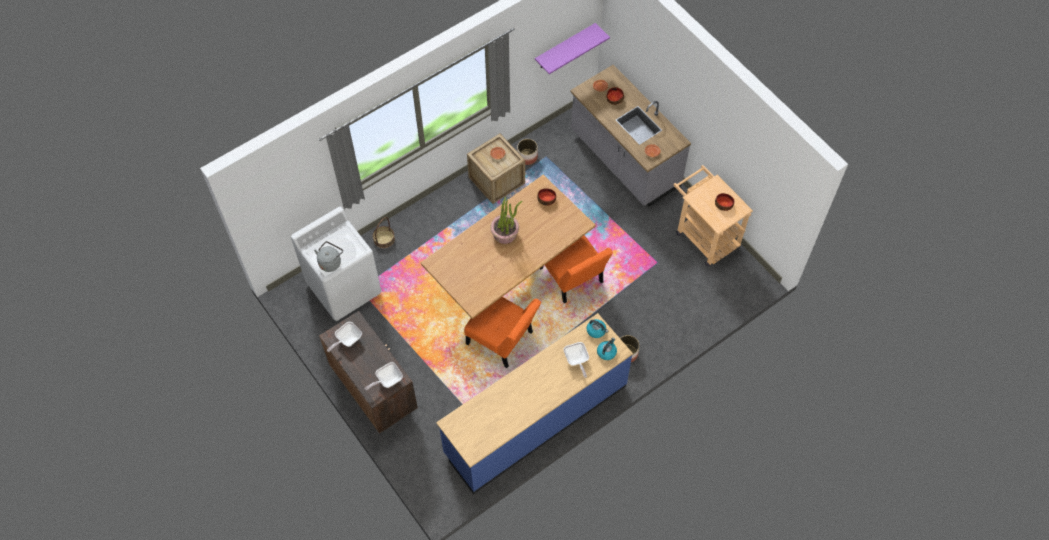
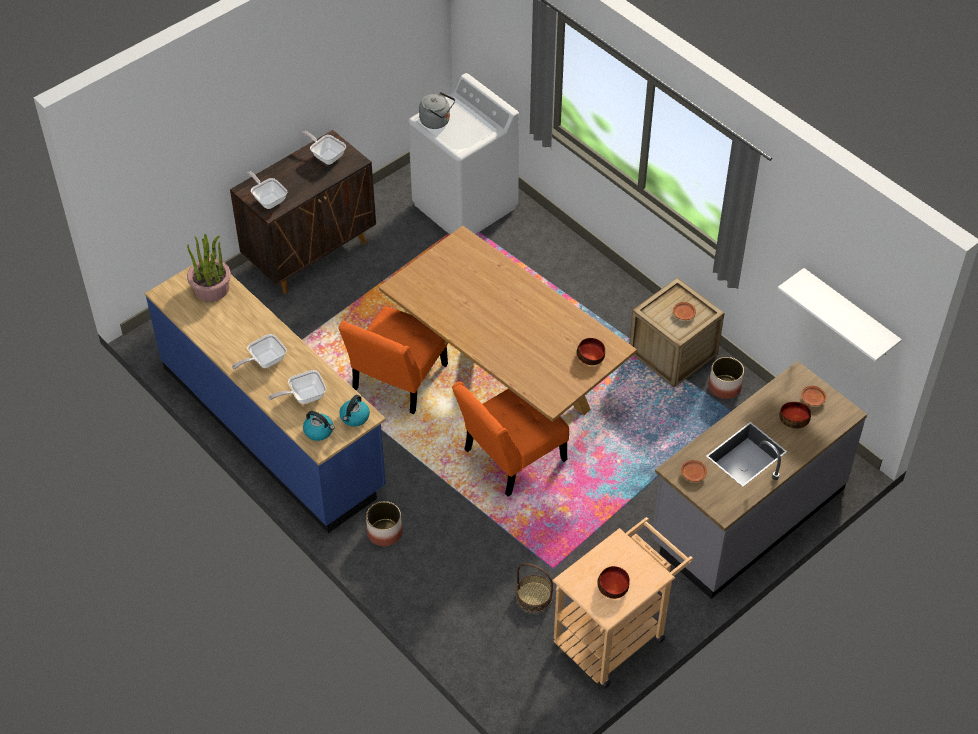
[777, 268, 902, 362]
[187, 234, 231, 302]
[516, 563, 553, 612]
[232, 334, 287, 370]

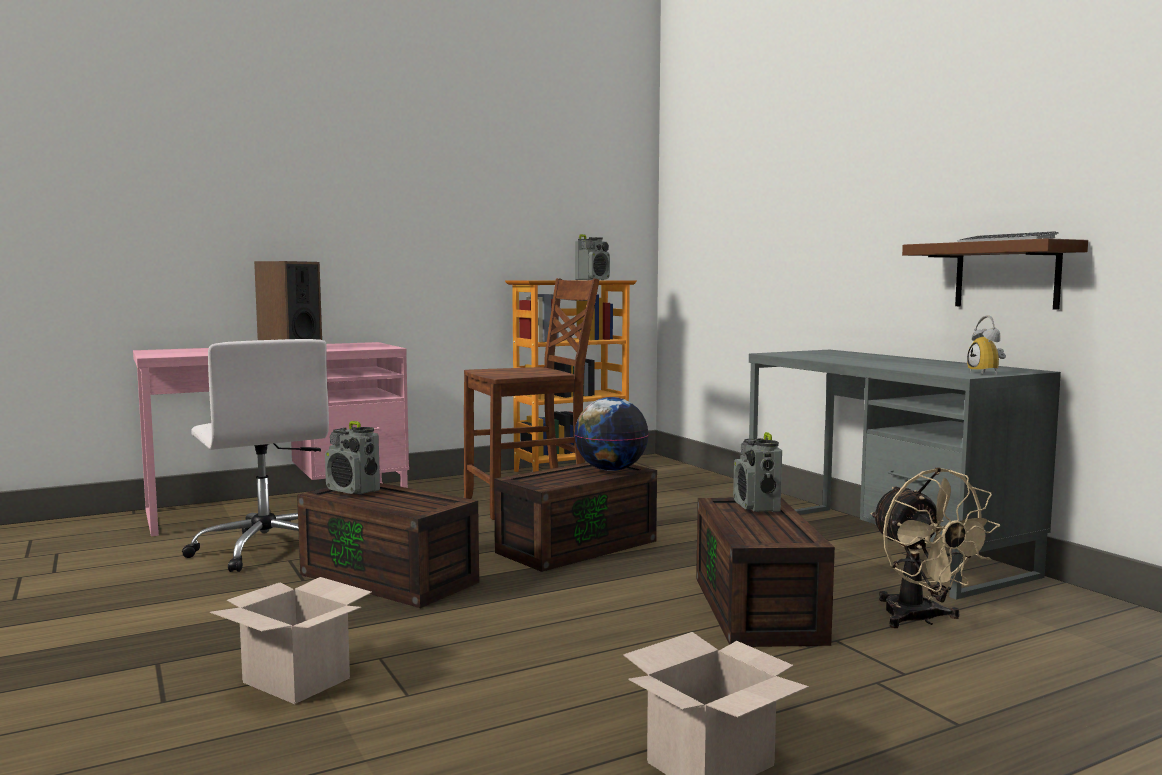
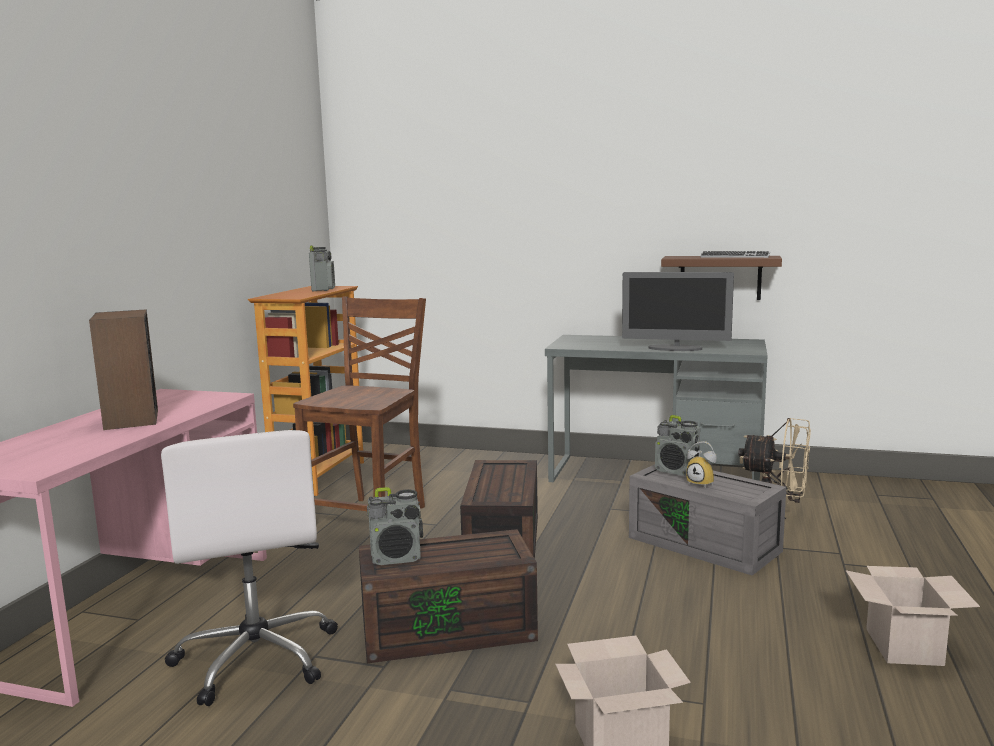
[686, 441, 717, 487]
[161, 430, 338, 706]
[574, 397, 649, 471] (first image)
[629, 464, 786, 576]
[622, 272, 734, 351]

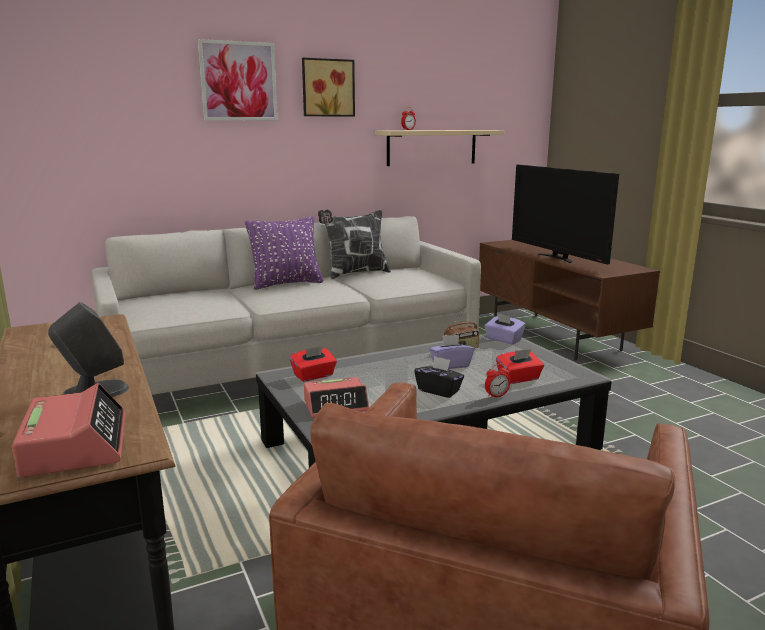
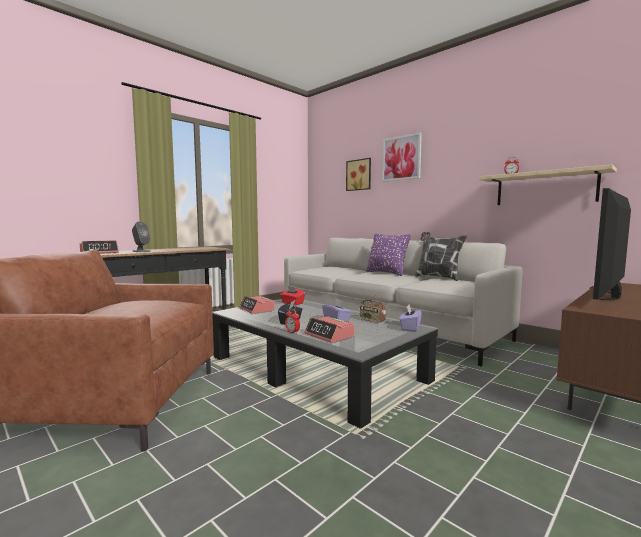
[346, 158, 371, 191]
[304, 317, 355, 343]

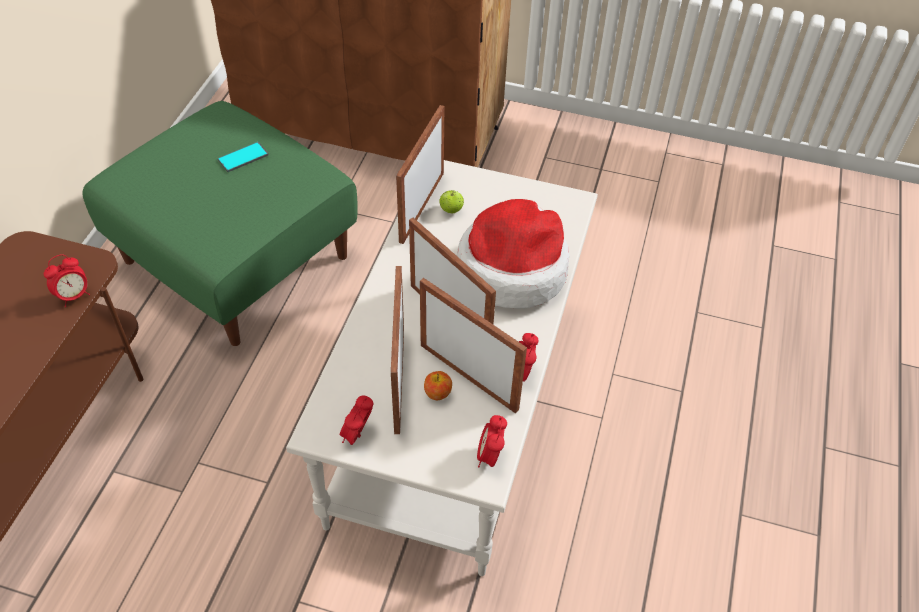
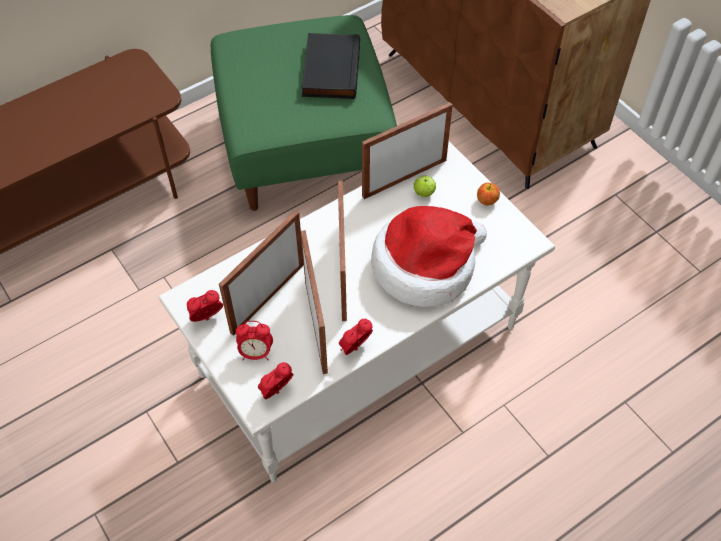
[301, 33, 360, 99]
[236, 321, 273, 361]
[477, 183, 500, 206]

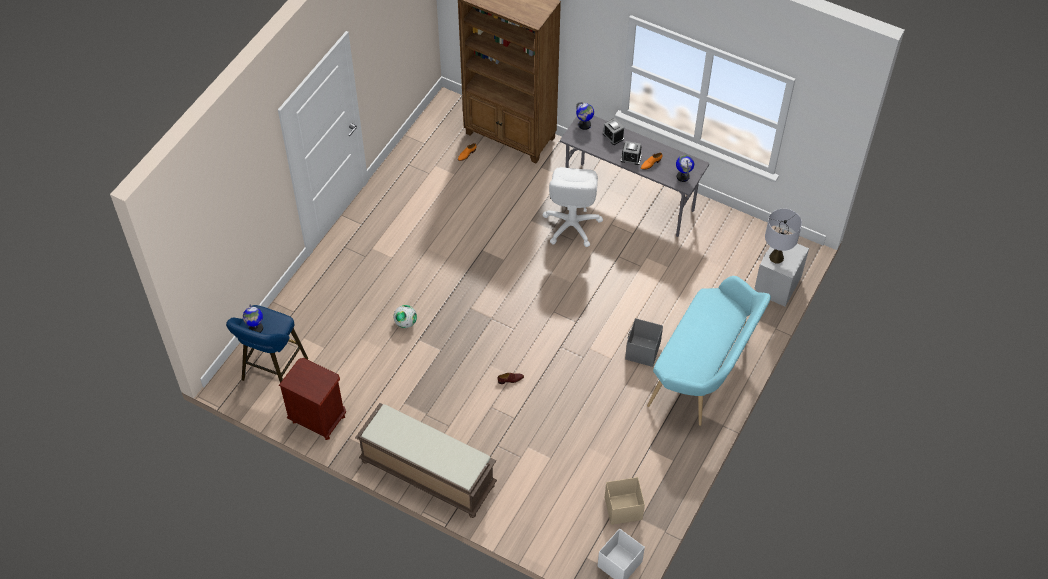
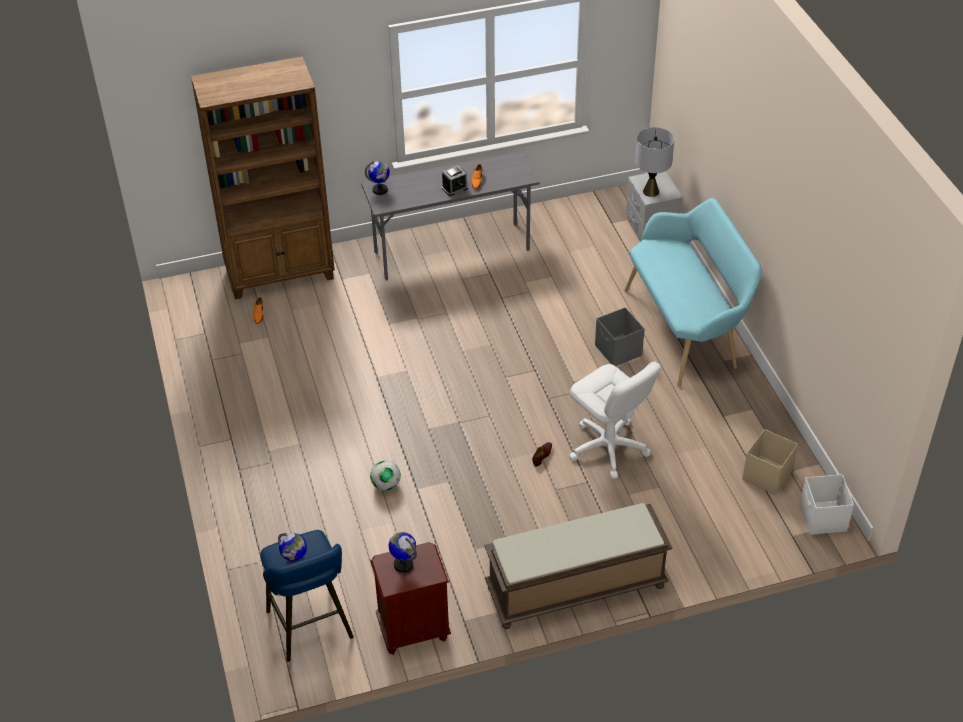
[603, 118, 624, 145] (first image)
[389, 532, 417, 572]
[569, 361, 662, 479]

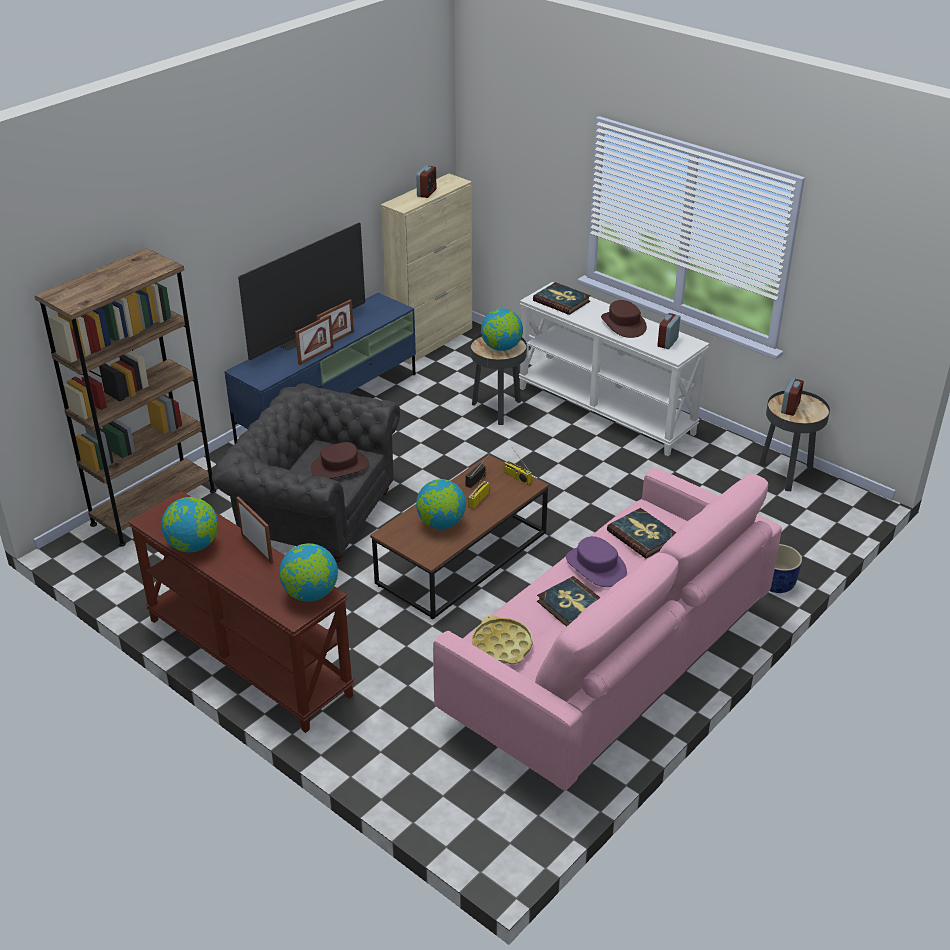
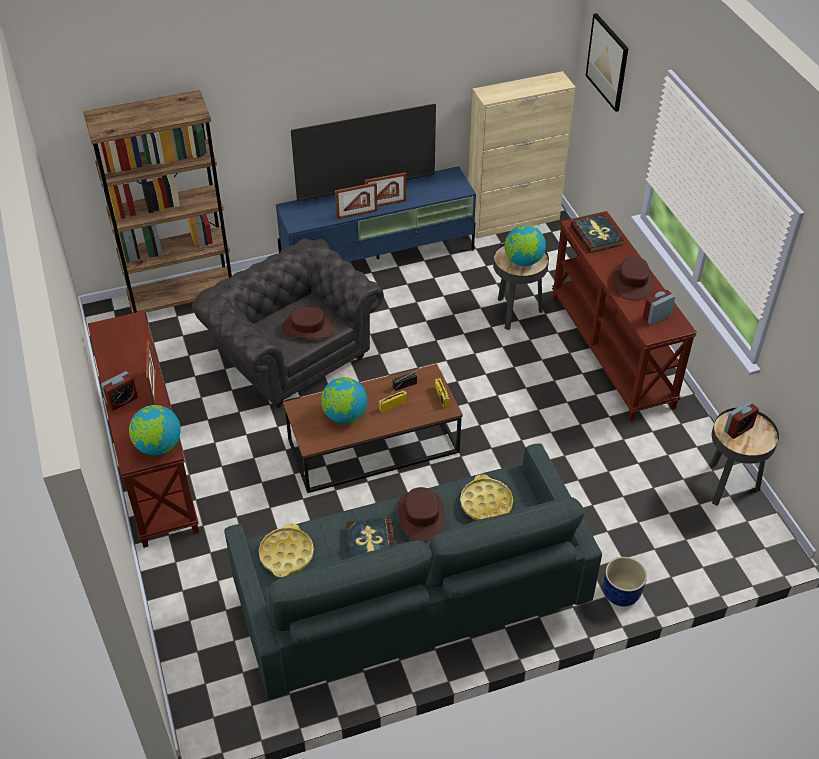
[101, 371, 138, 410]
[552, 211, 697, 421]
[224, 443, 602, 700]
[161, 497, 218, 553] (first image)
[460, 474, 513, 520]
[398, 487, 445, 542]
[586, 13, 628, 112]

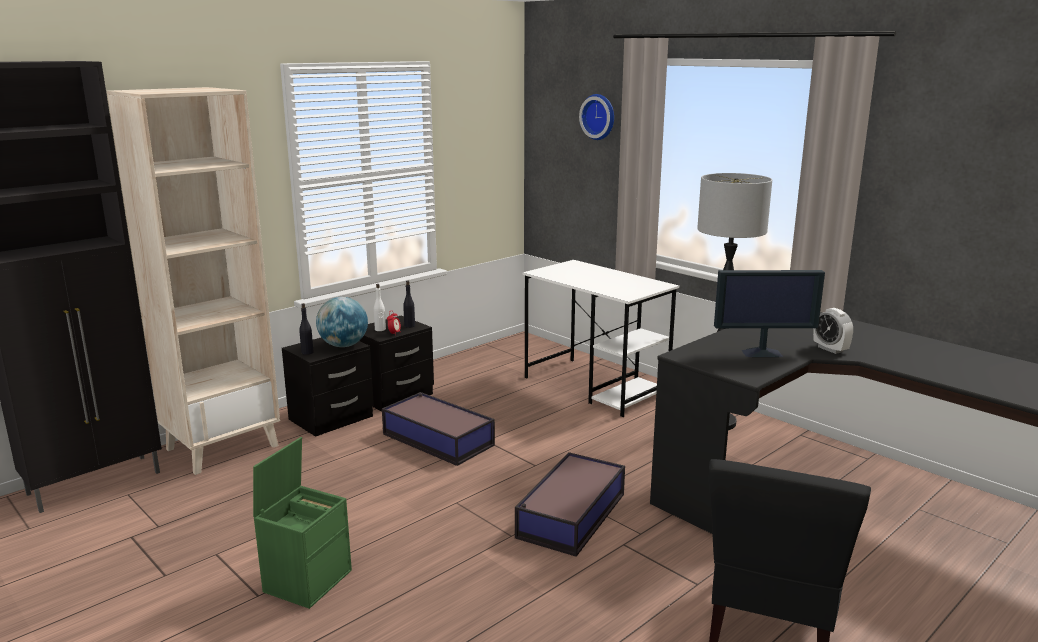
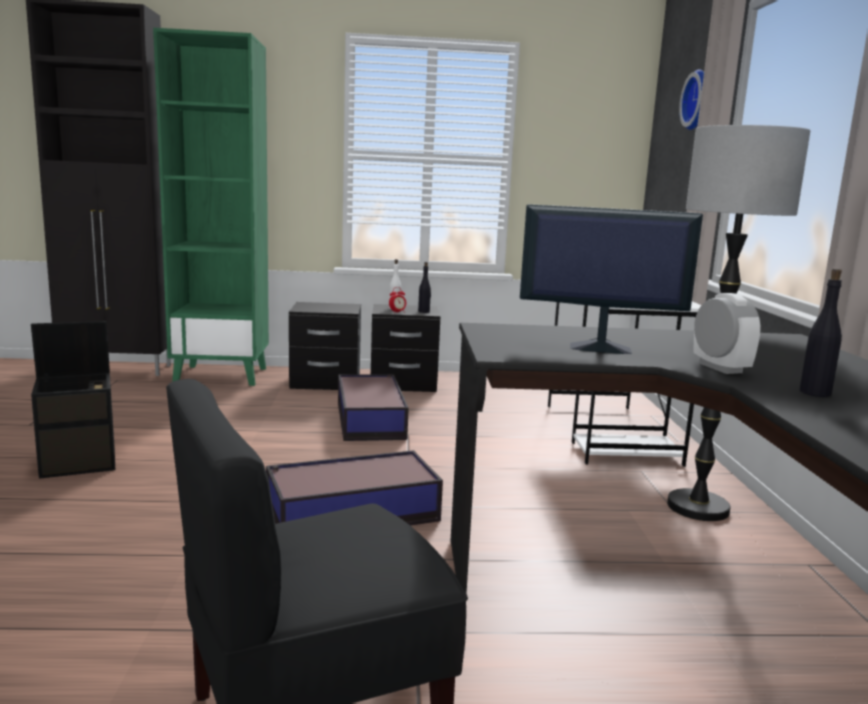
[153, 28, 269, 386]
[520, 204, 703, 354]
[316, 297, 368, 347] (first image)
[800, 268, 842, 397]
[694, 293, 761, 374]
[31, 321, 115, 479]

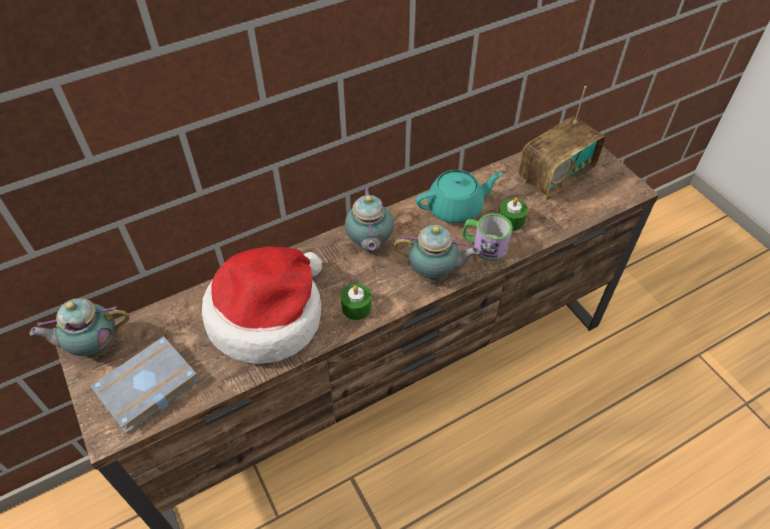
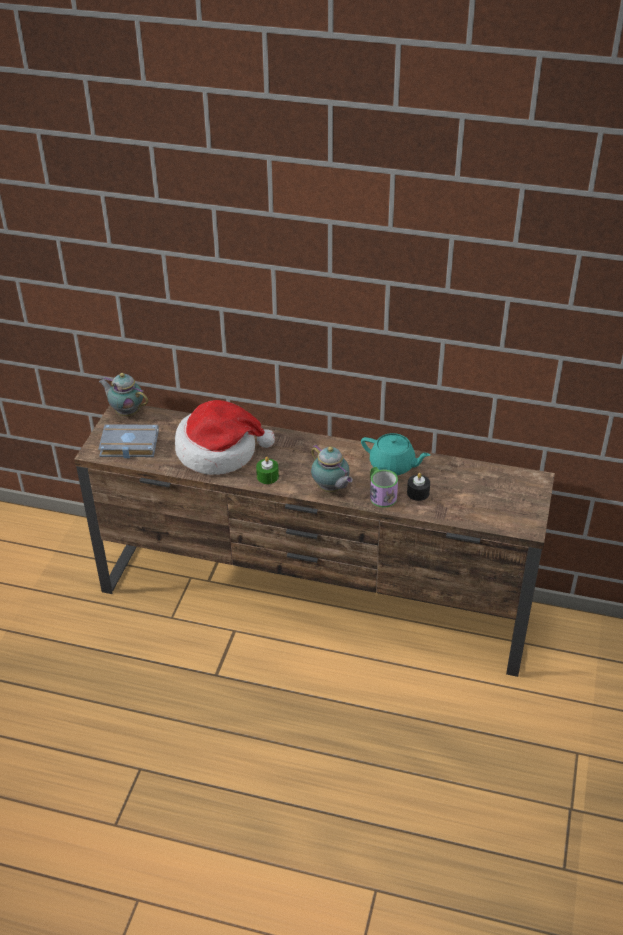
[518, 86, 605, 201] (first image)
[345, 186, 394, 253] (first image)
[407, 473, 430, 501]

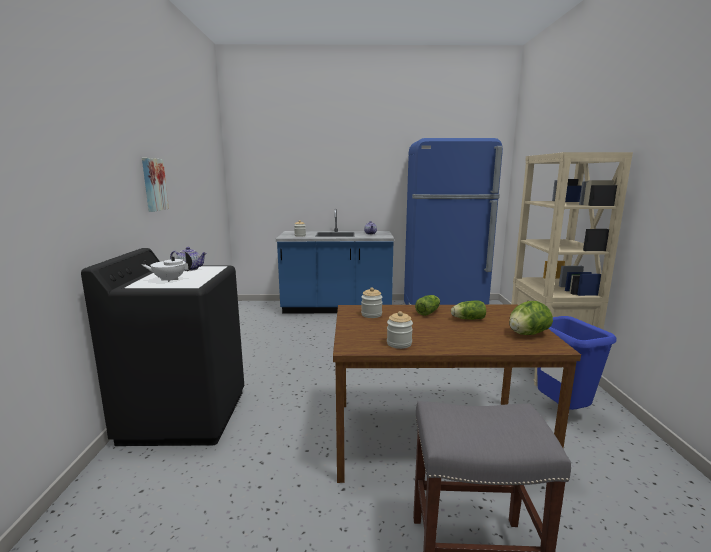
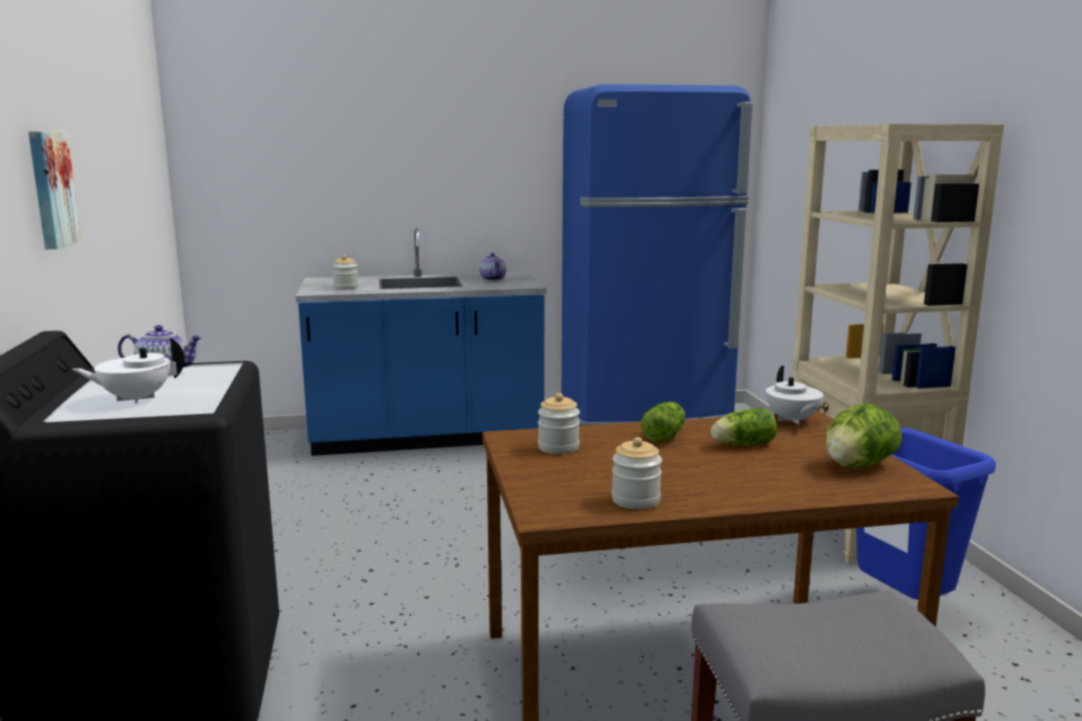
[766, 366, 823, 425]

